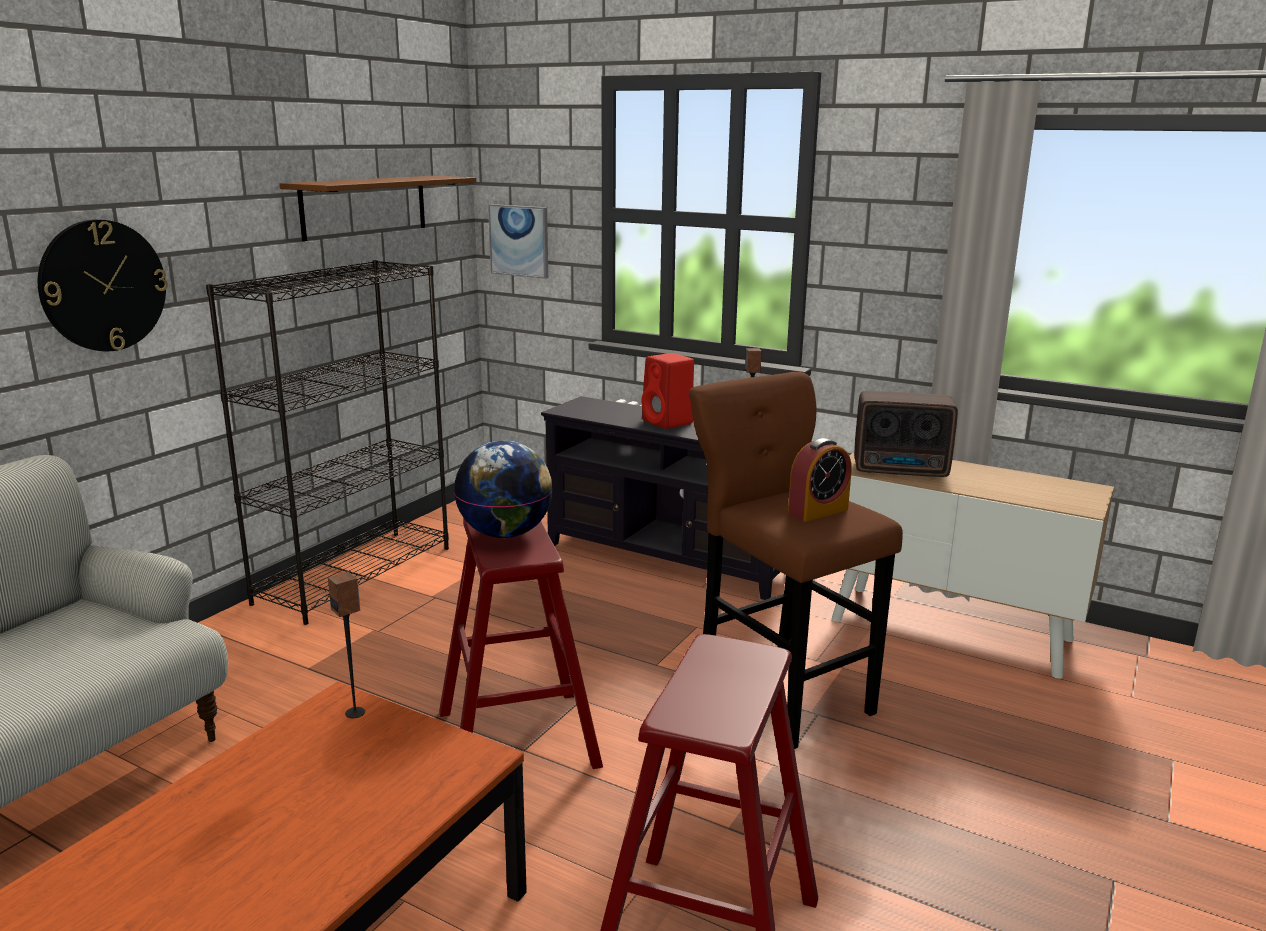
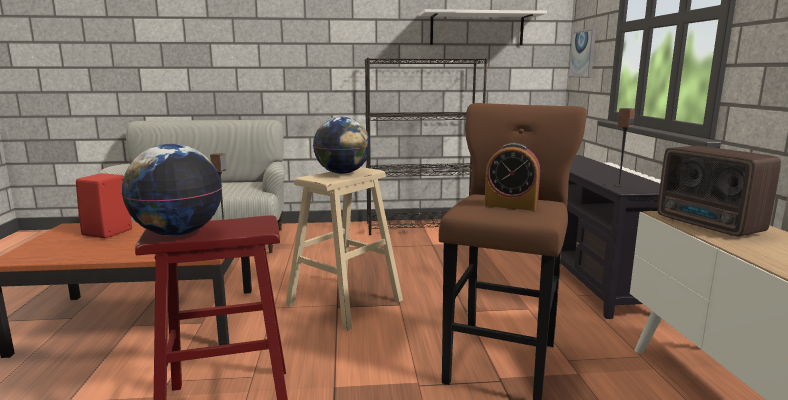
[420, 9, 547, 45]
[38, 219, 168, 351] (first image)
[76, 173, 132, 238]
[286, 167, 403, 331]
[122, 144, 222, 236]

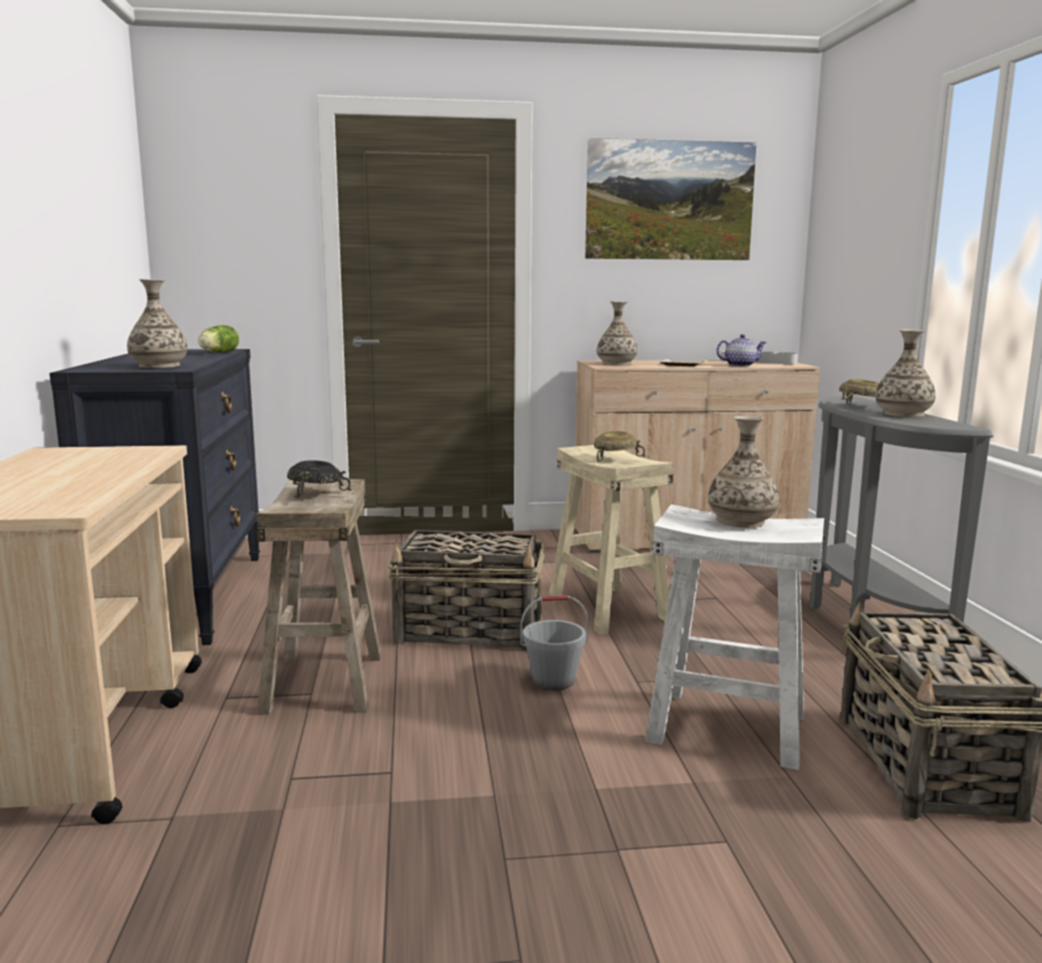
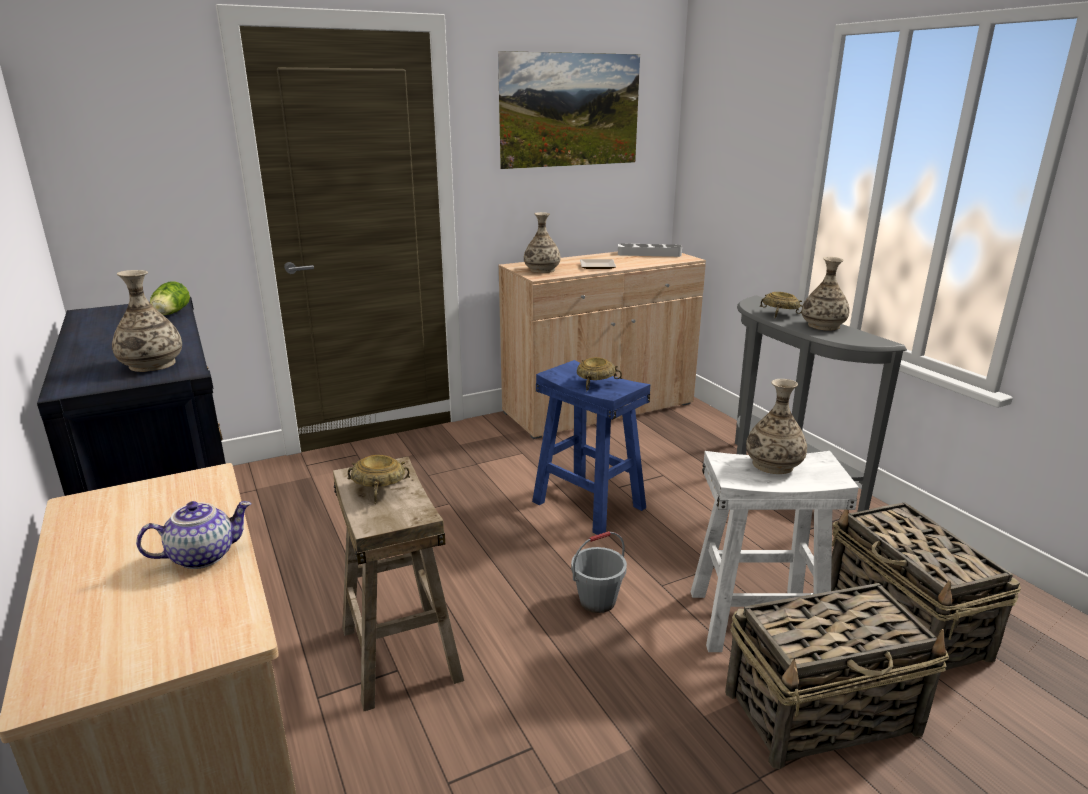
[136, 501, 252, 569]
[532, 360, 651, 535]
[347, 455, 410, 504]
[725, 583, 949, 769]

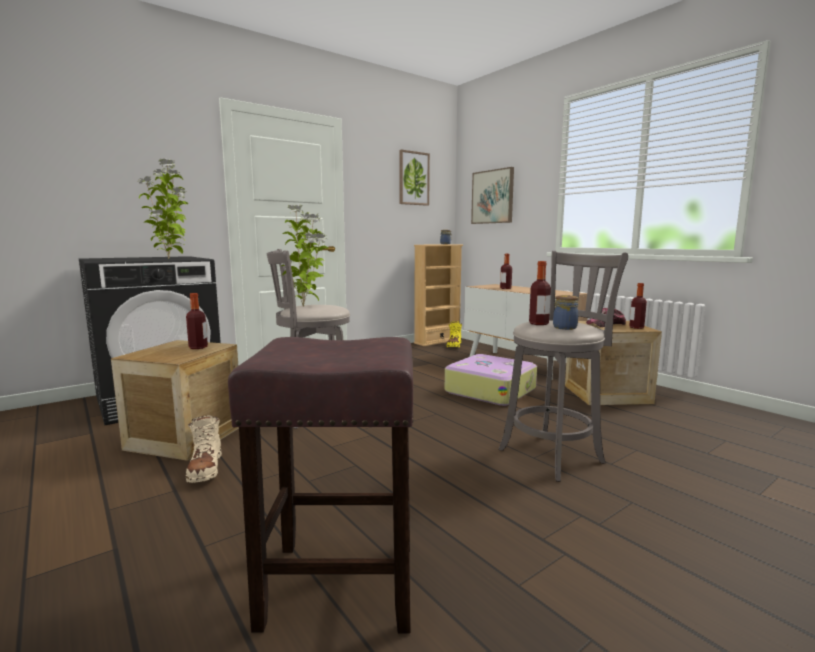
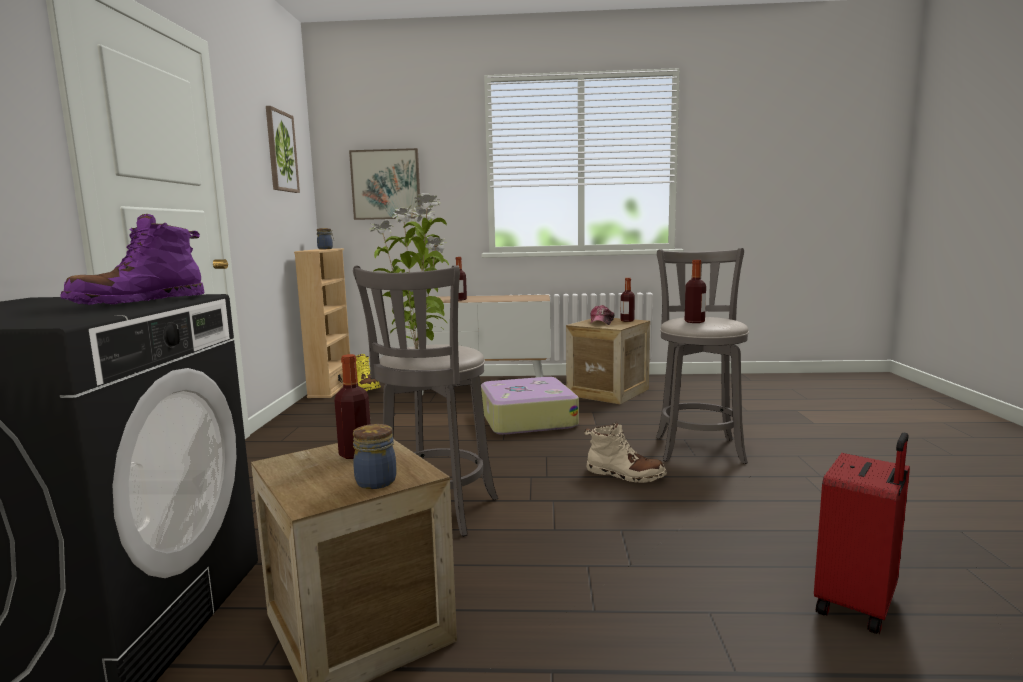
[60, 214, 204, 305]
[353, 424, 397, 489]
[814, 433, 910, 634]
[584, 421, 667, 483]

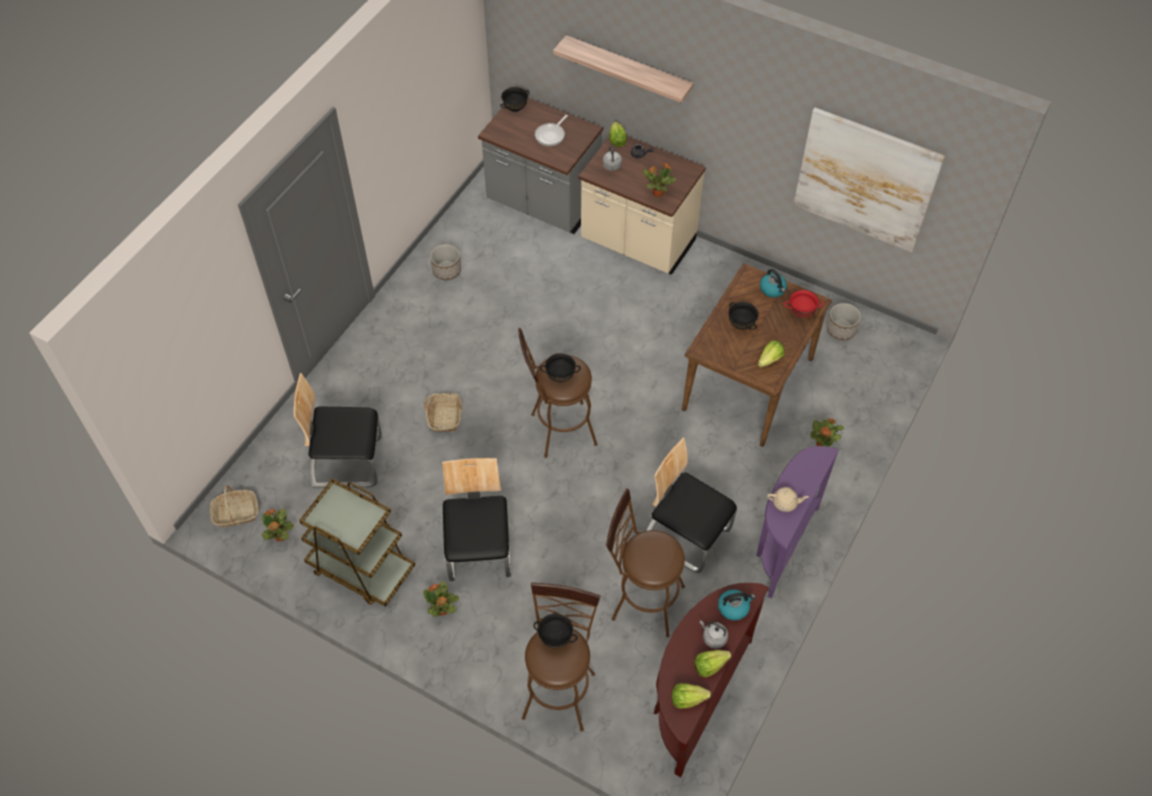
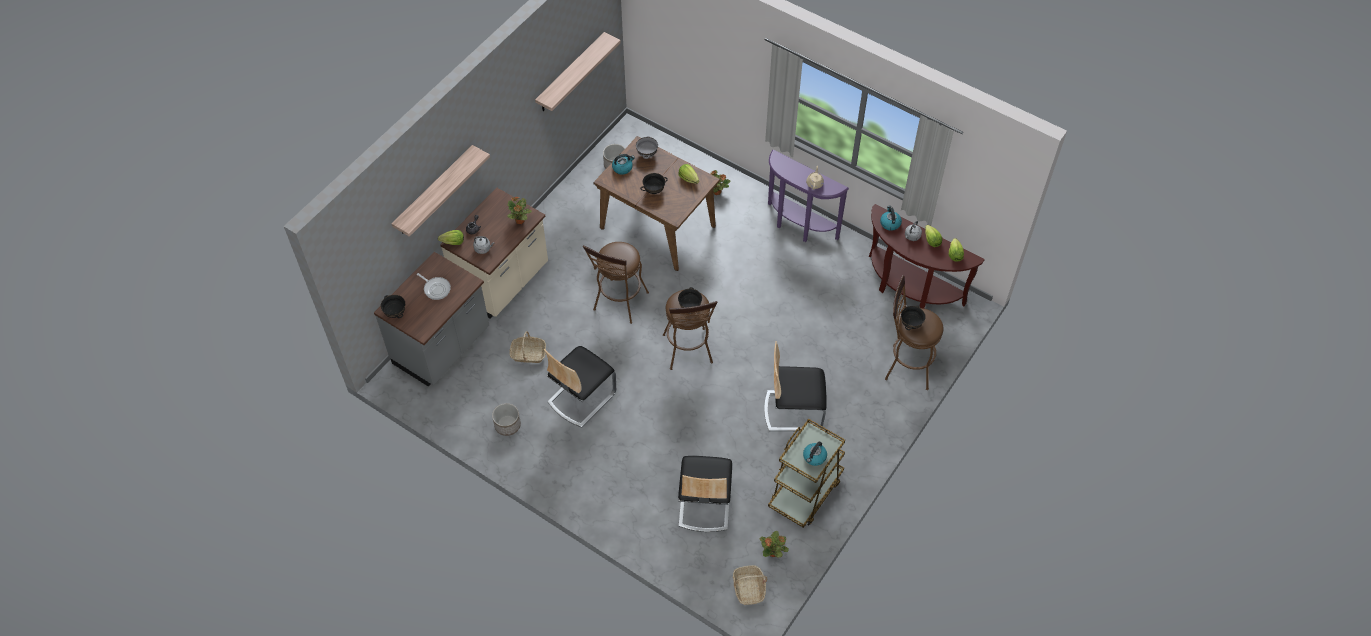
[535, 32, 621, 111]
[636, 136, 658, 159]
[510, 331, 546, 363]
[544, 346, 616, 428]
[583, 242, 649, 324]
[423, 581, 459, 617] (first image)
[803, 441, 827, 466]

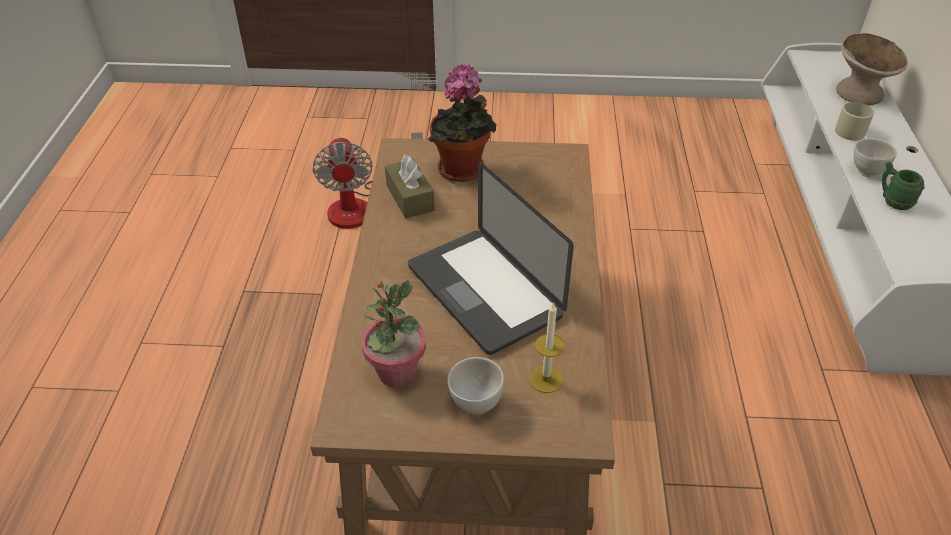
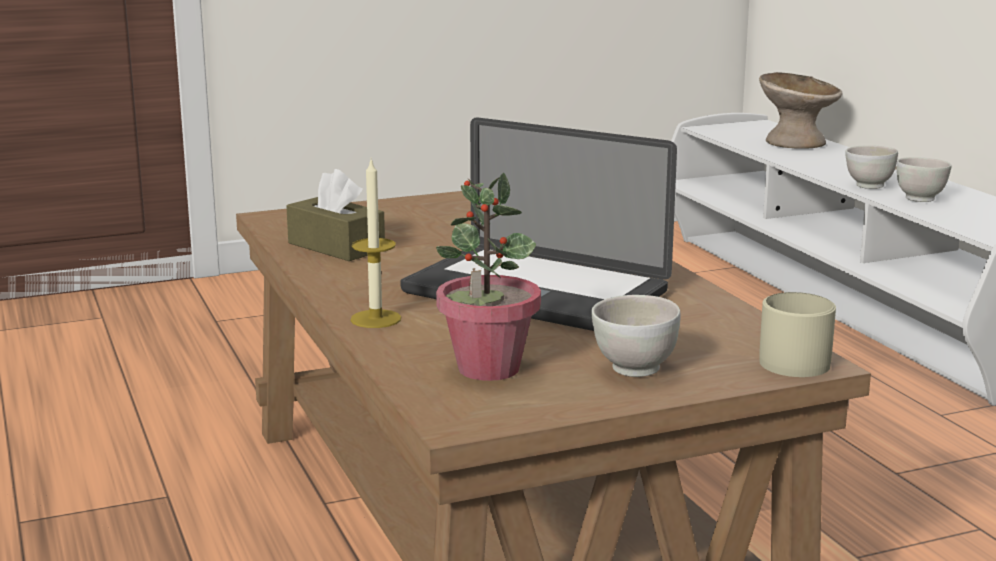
[428, 64, 496, 182] (first image)
[759, 292, 836, 377]
[312, 132, 423, 229] (first image)
[897, 157, 952, 202]
[350, 160, 401, 328]

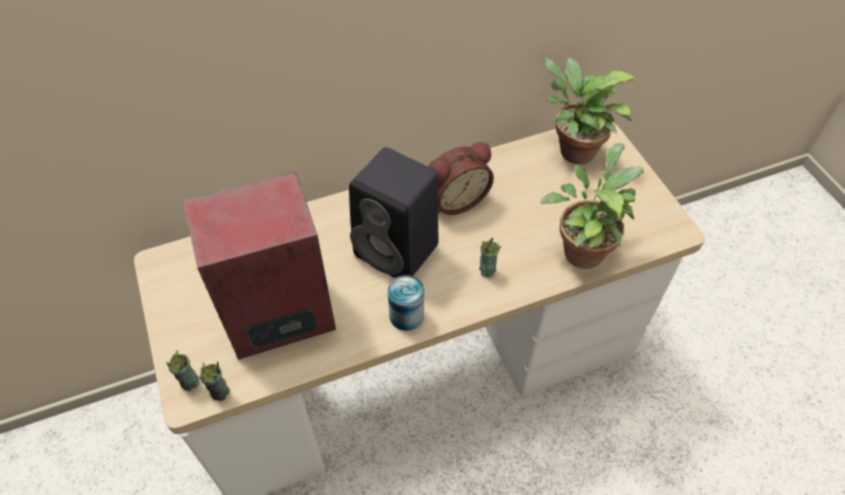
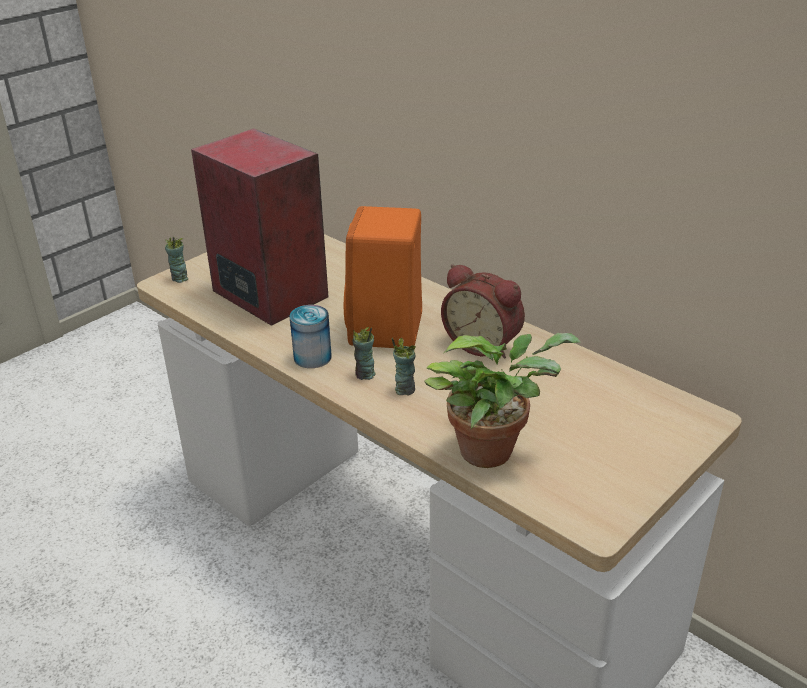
[543, 57, 637, 164] (first image)
[344, 206, 422, 348]
[352, 327, 376, 380]

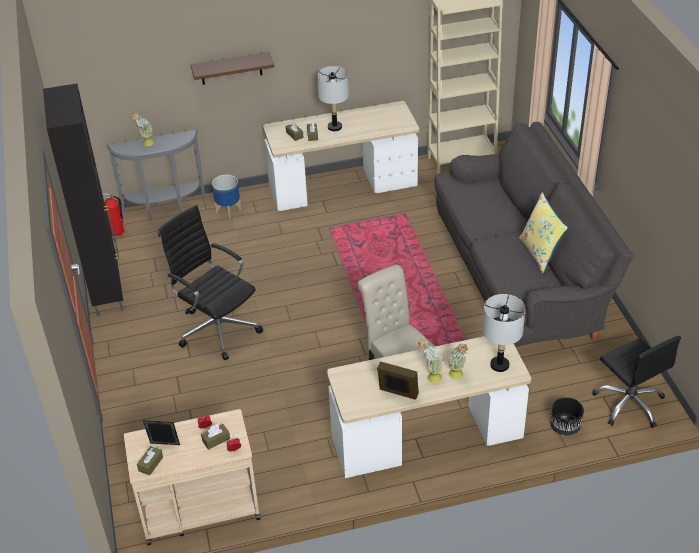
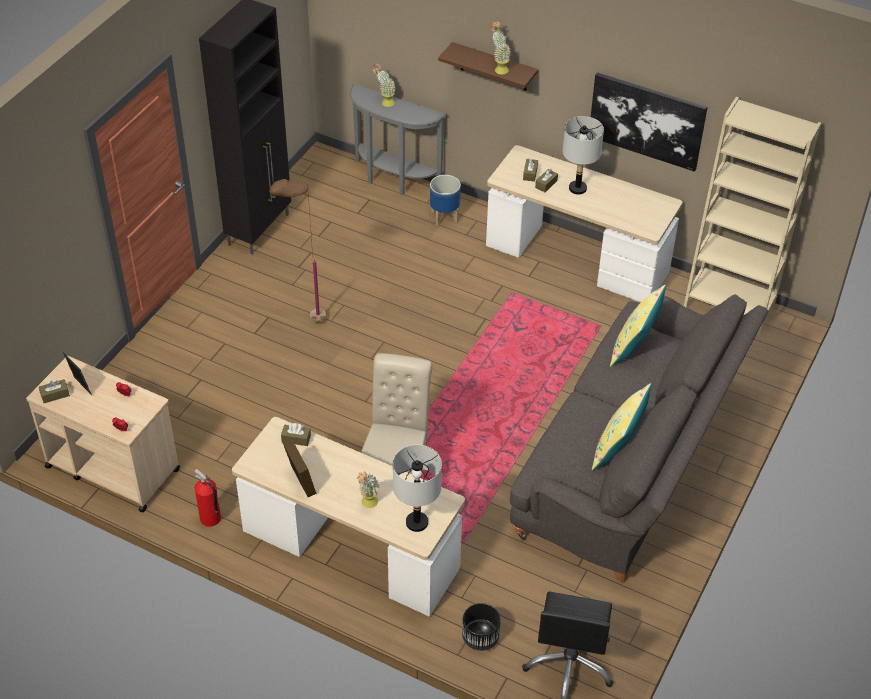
[194, 469, 221, 527]
[269, 179, 326, 322]
[491, 22, 511, 74]
[281, 423, 311, 446]
[591, 72, 708, 172]
[610, 284, 666, 367]

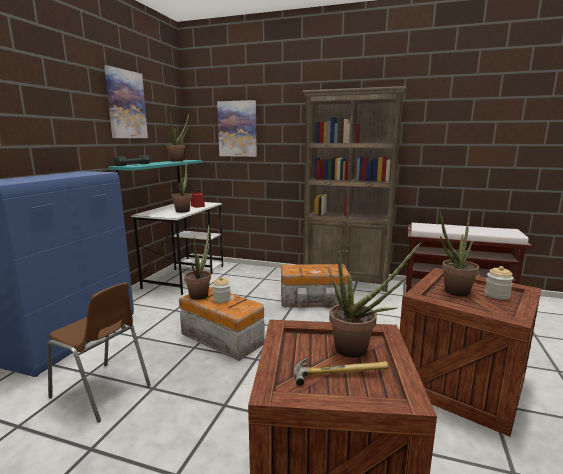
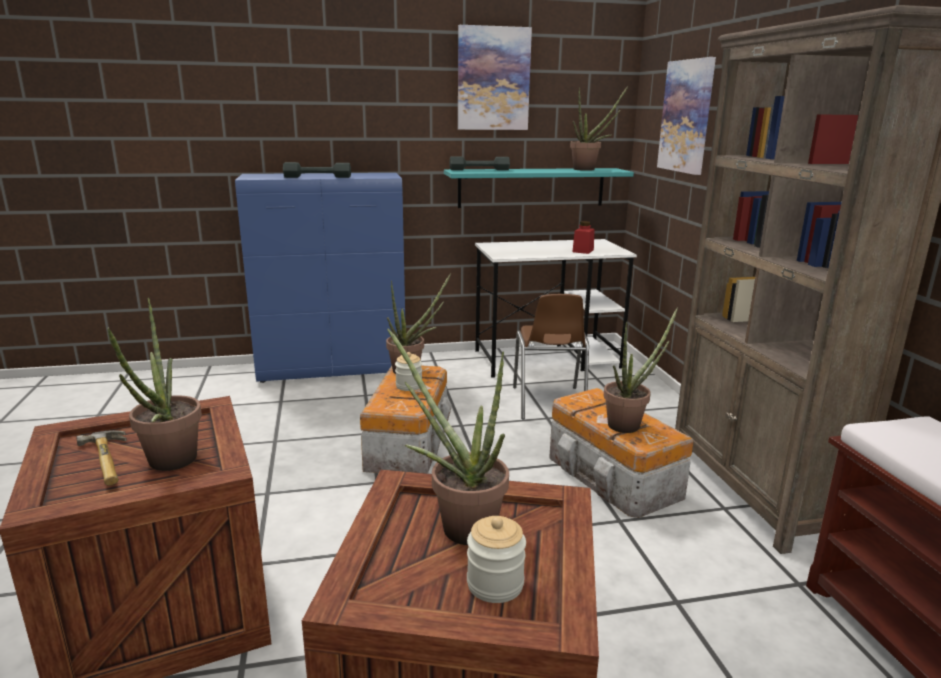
[603, 307, 678, 433]
[513, 294, 589, 419]
[283, 162, 351, 178]

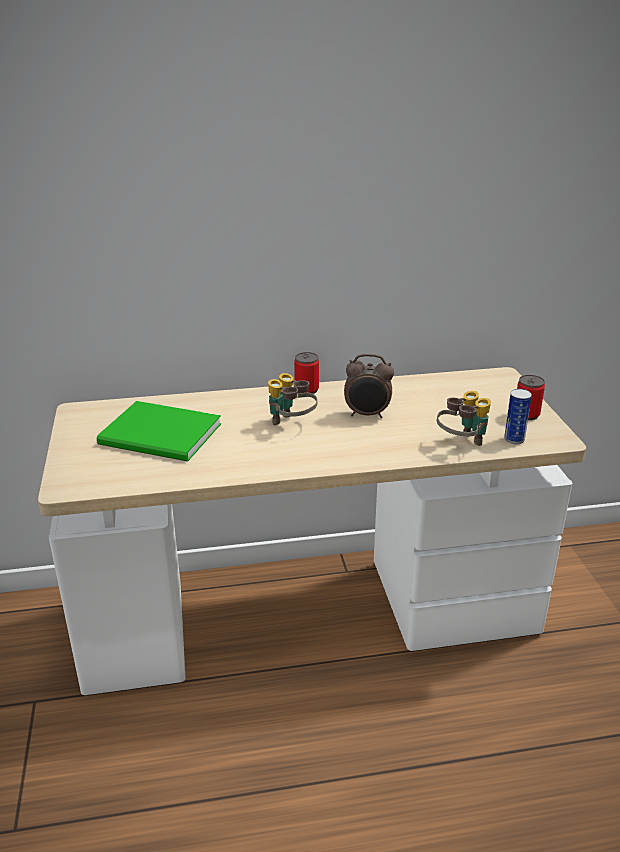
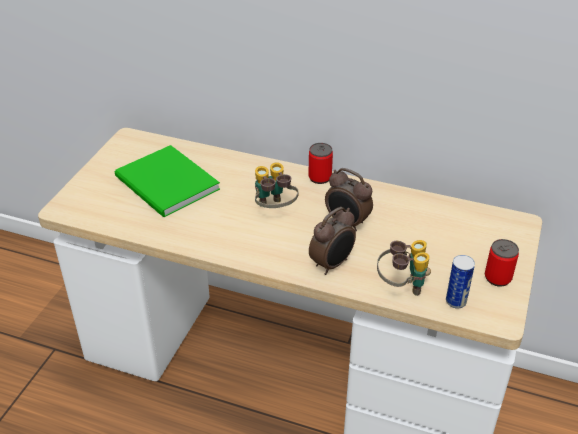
[309, 207, 356, 275]

